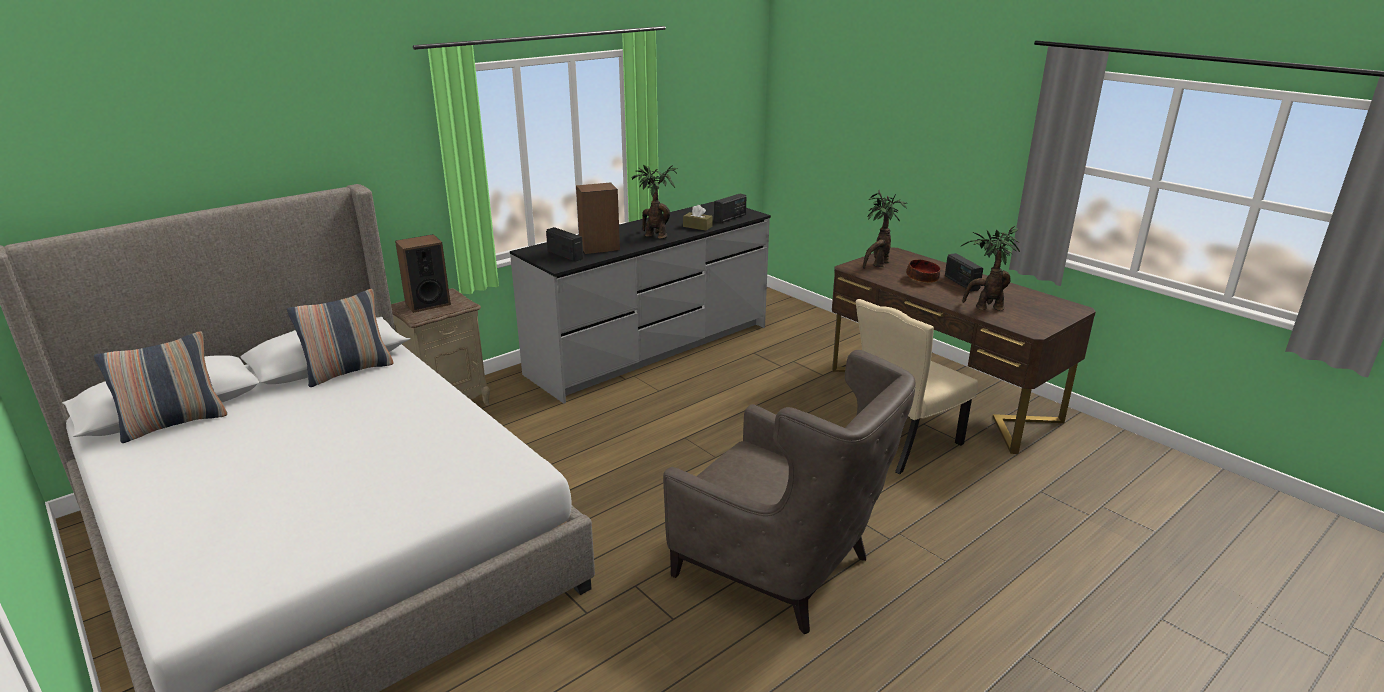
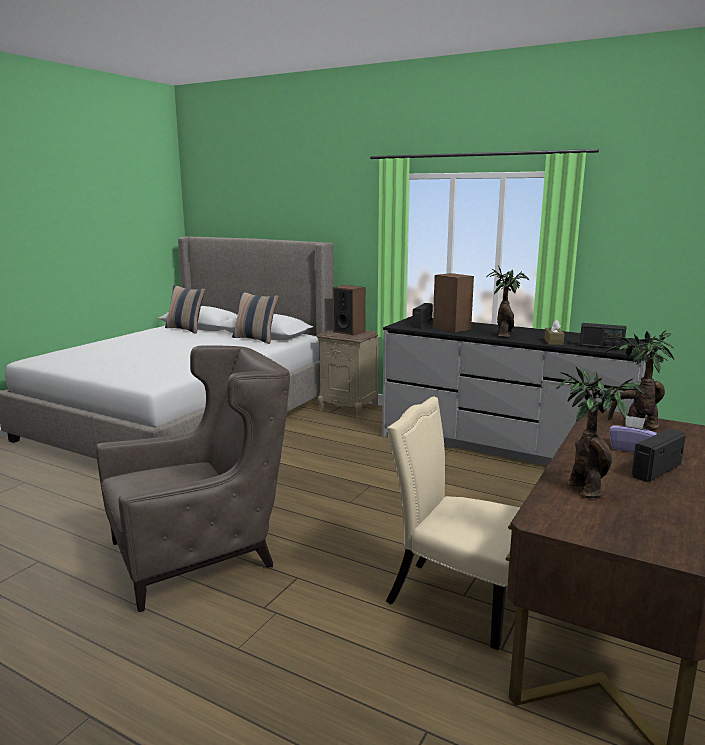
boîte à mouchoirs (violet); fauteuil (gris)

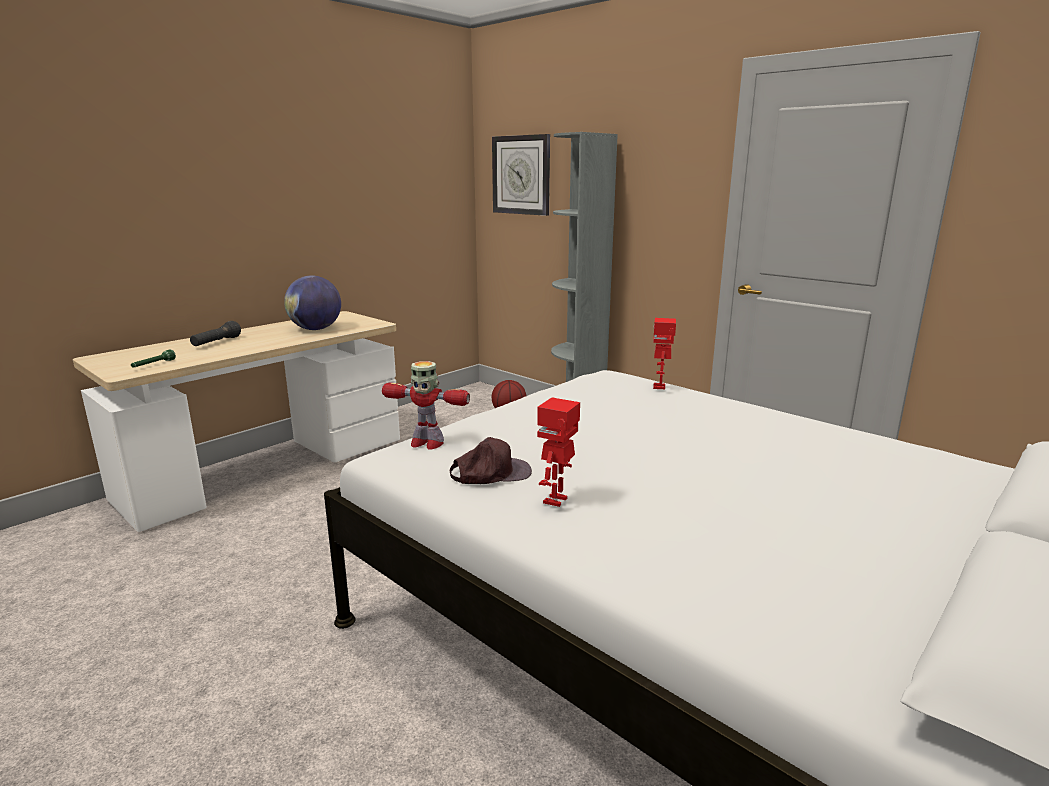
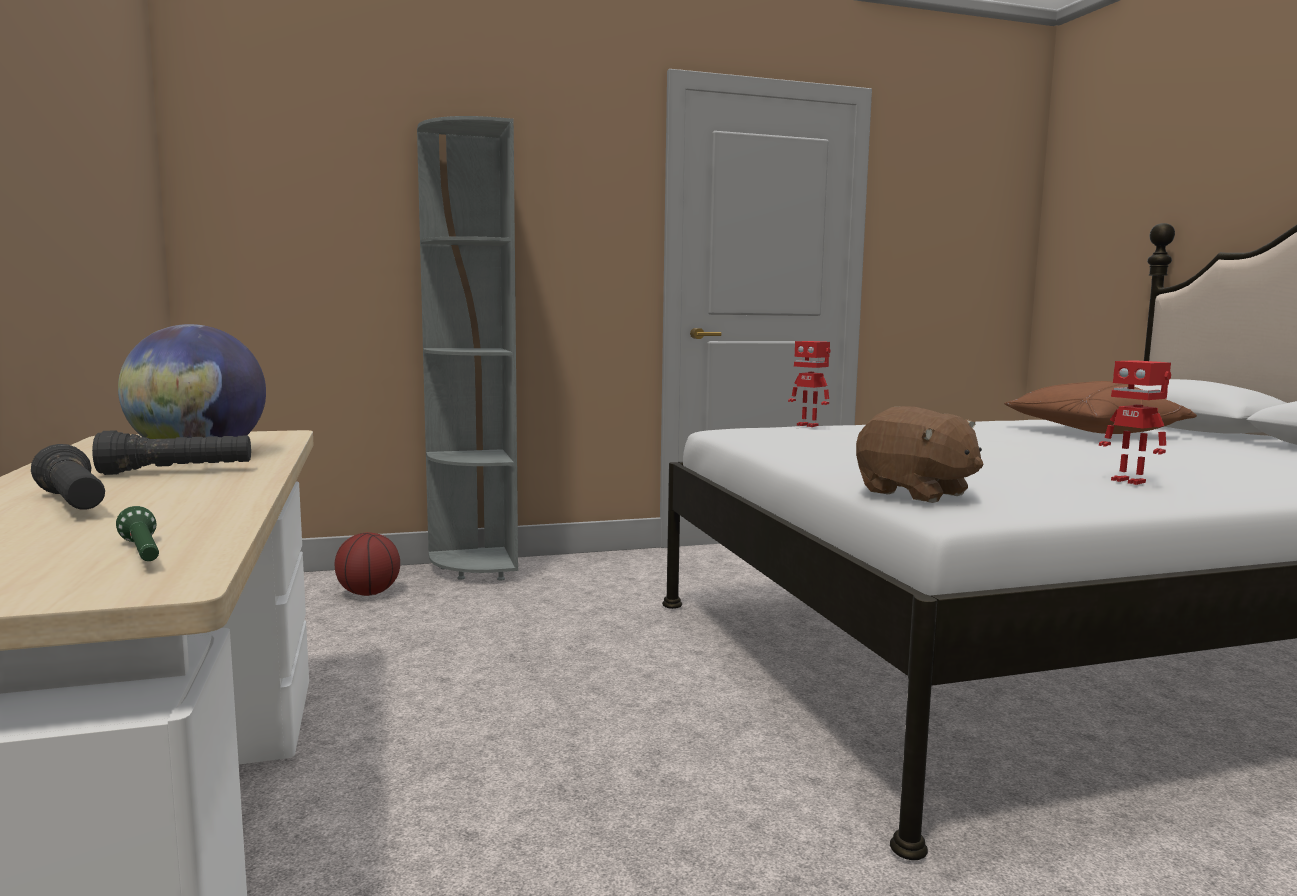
horloge murale; peluche (marron); casquette (marron); coussin (marron); lampe de poche (noir) (no. 2 from left)

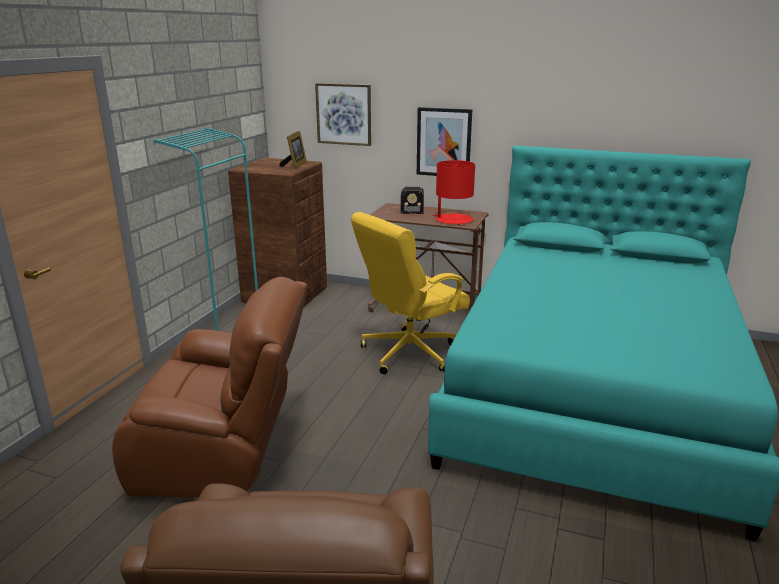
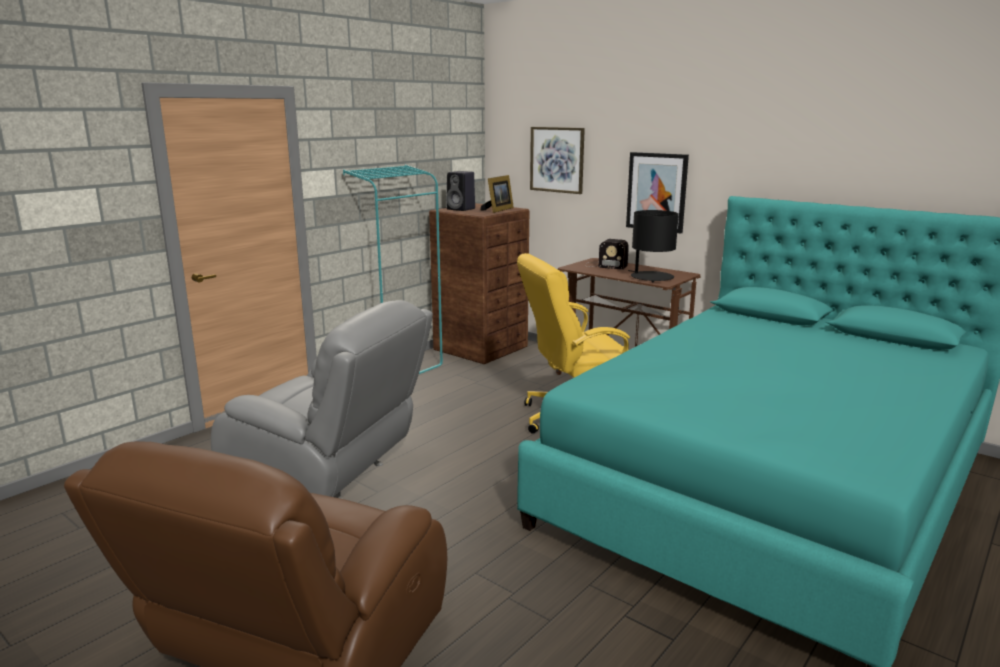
lampe de table (noir); fauteuil (gris); enceinte (noir)

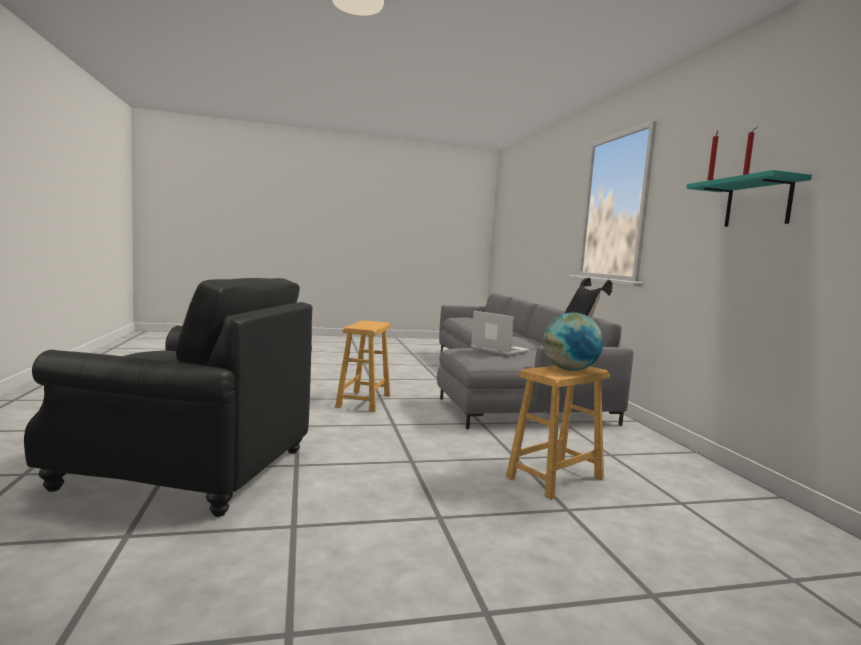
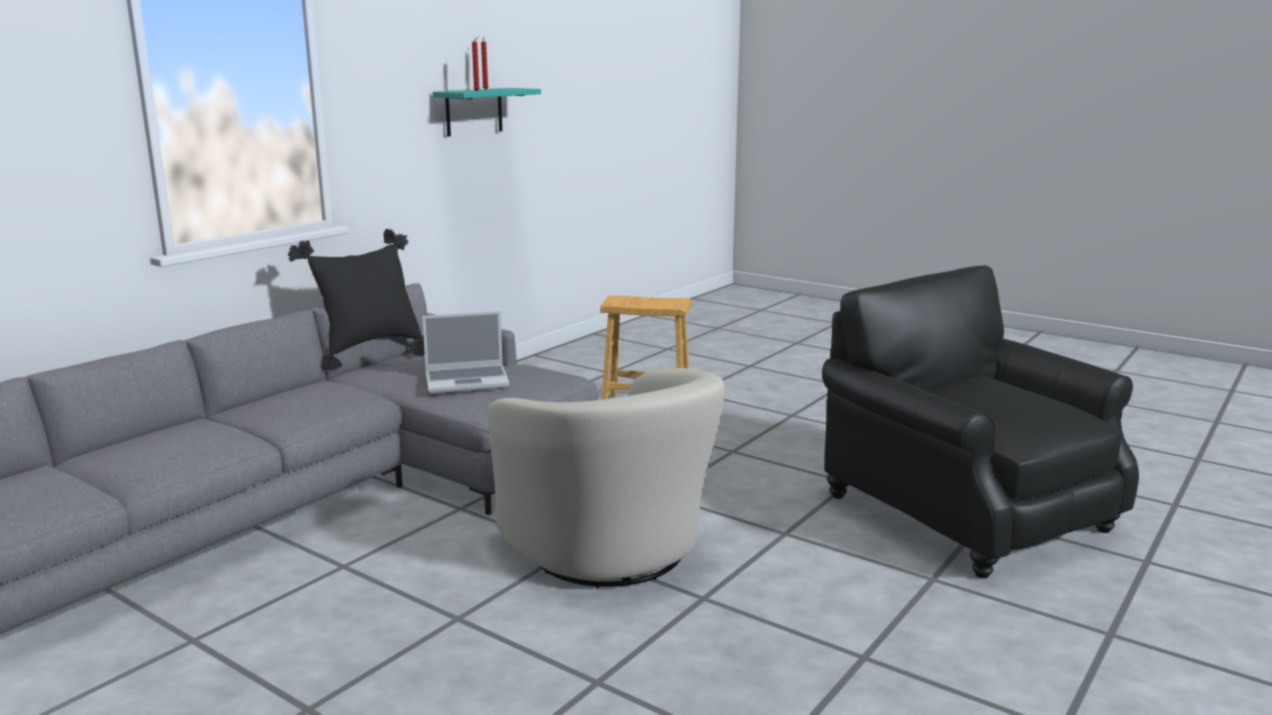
ordinateur portable; globe; fauteuil (beige)

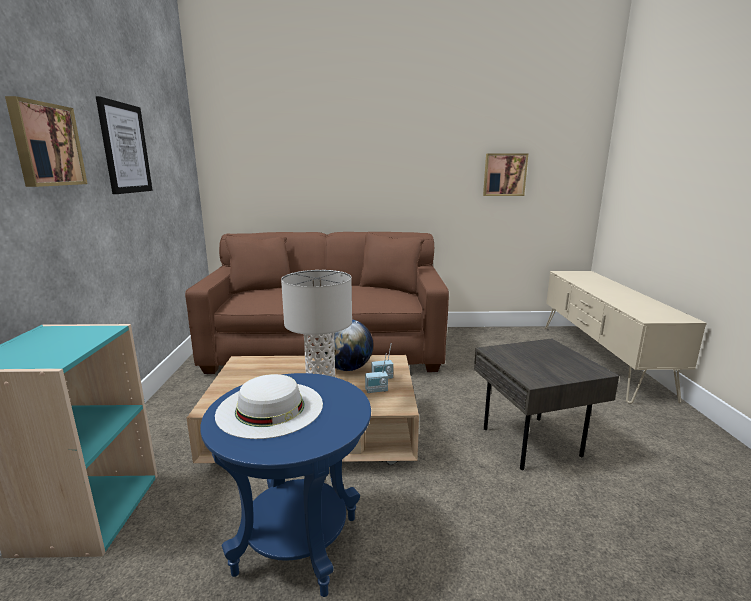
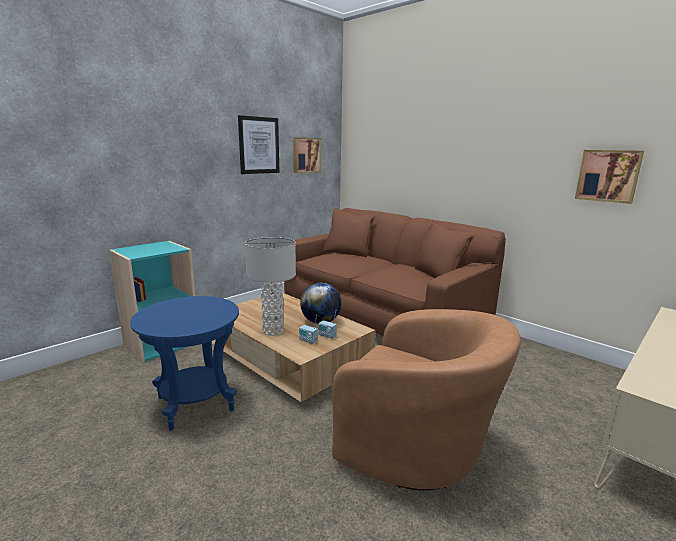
tableau (no. 2 from left); fauteuil (marron); chapeau (blanc)

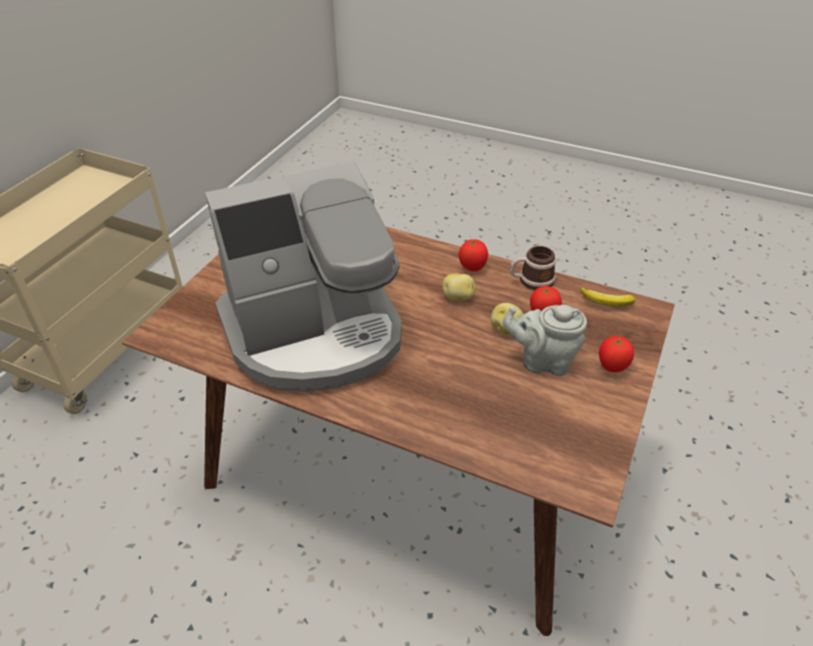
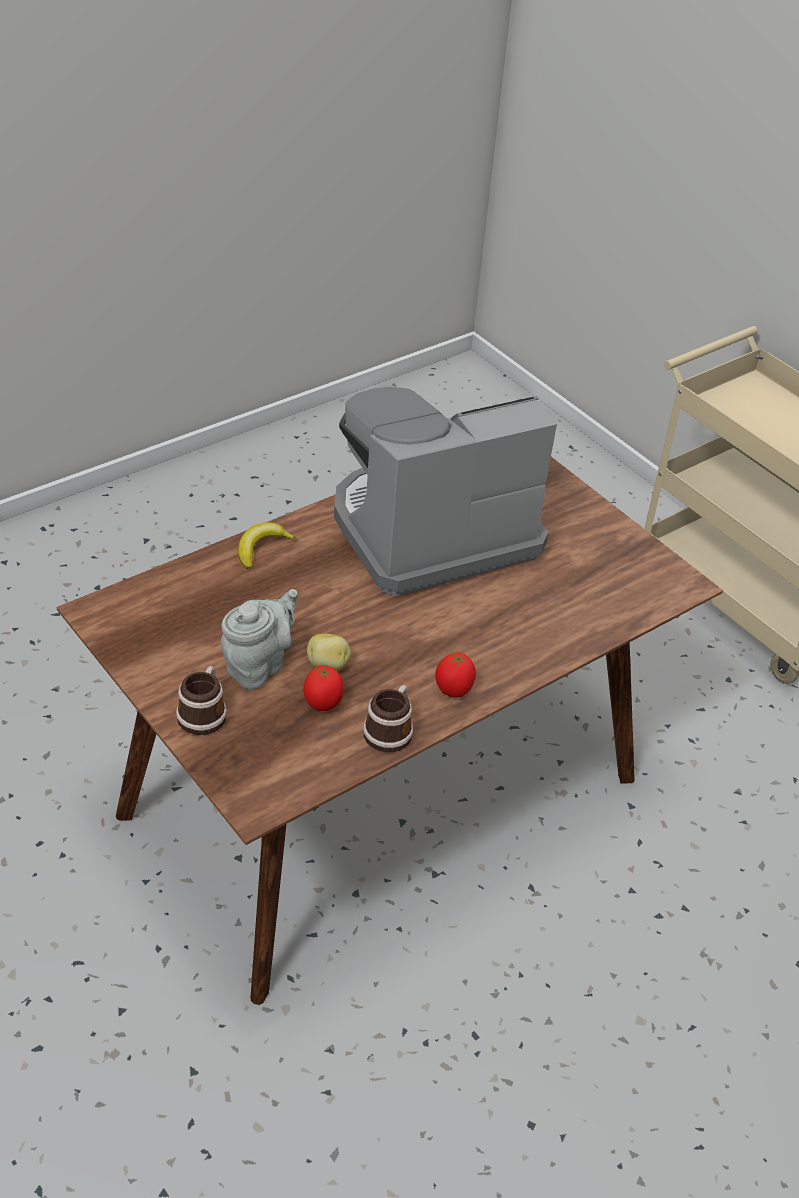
machine à café; pomme de terre (no. 1 from left in the first image); banane; mug (no. 1 from left)

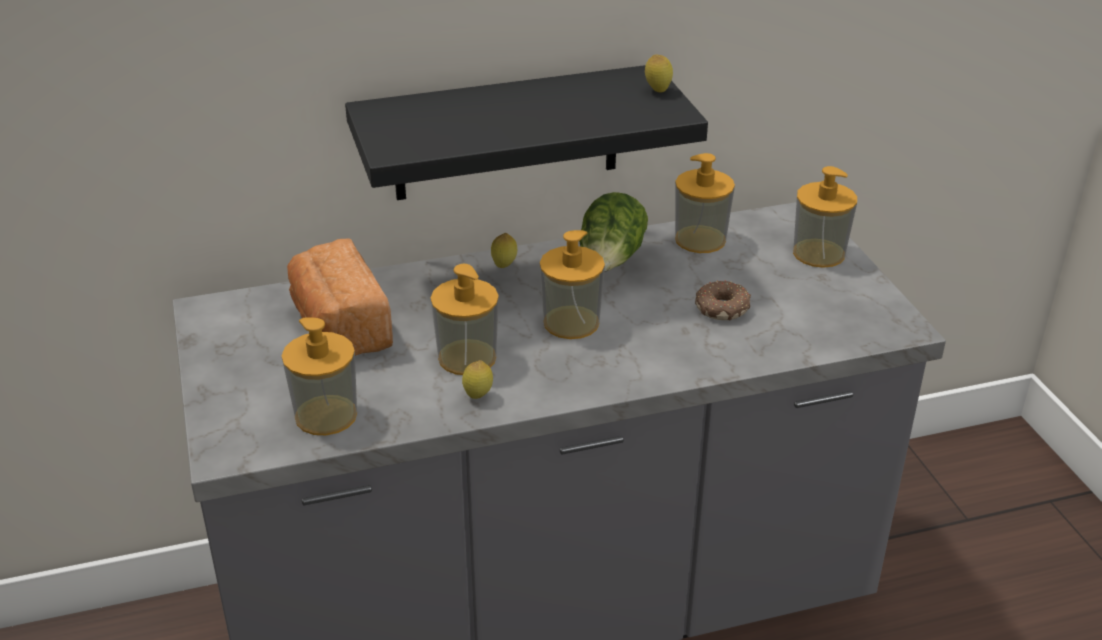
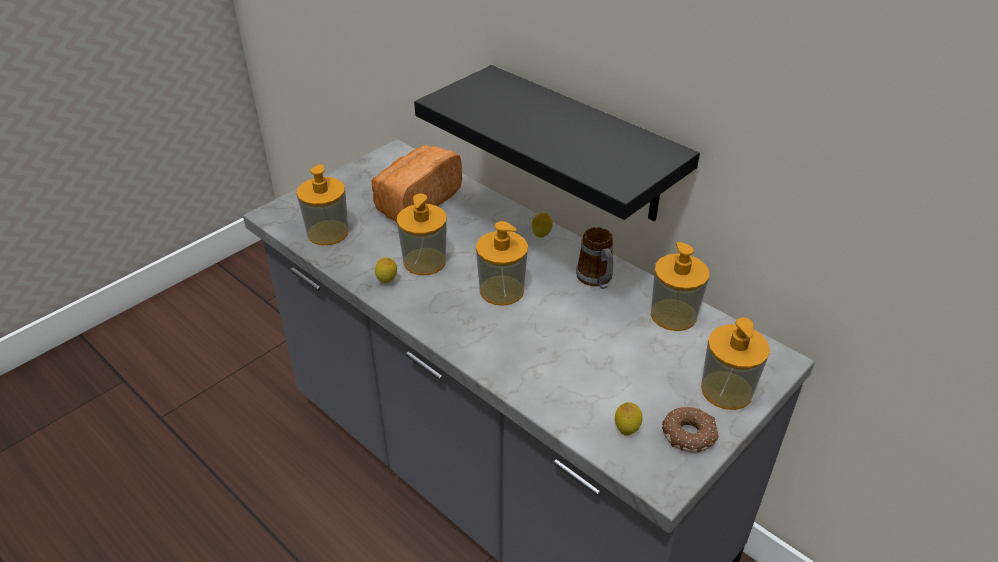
citron (no. 3 from left); mug; beignet

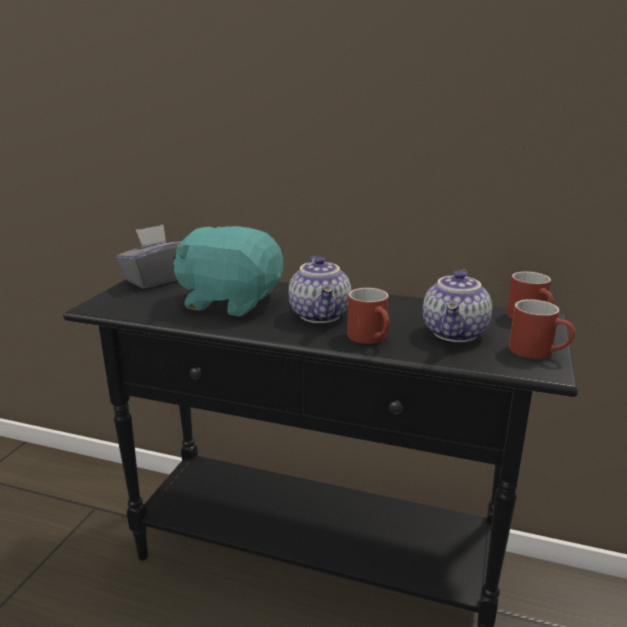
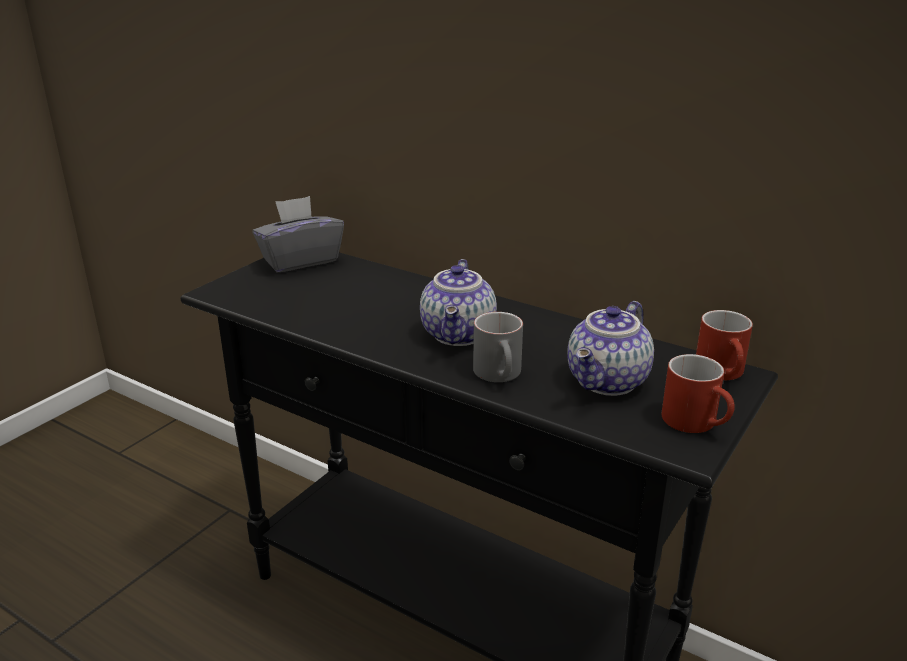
peluche (turquoise); mug (gris)

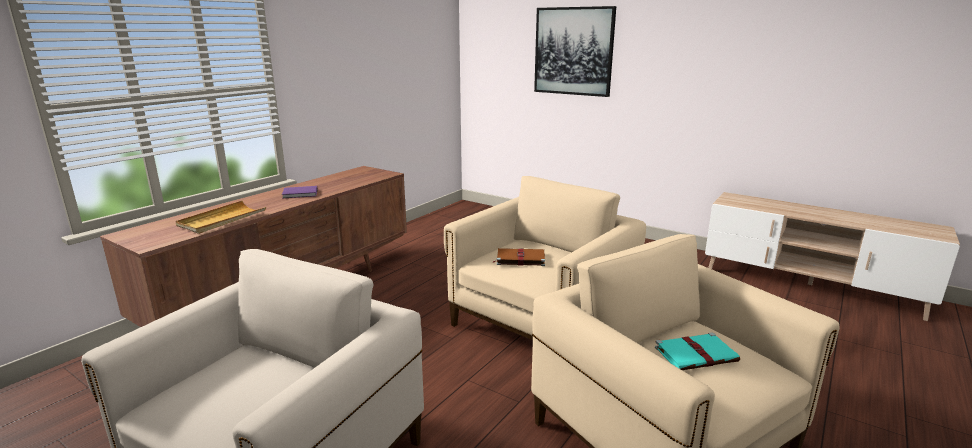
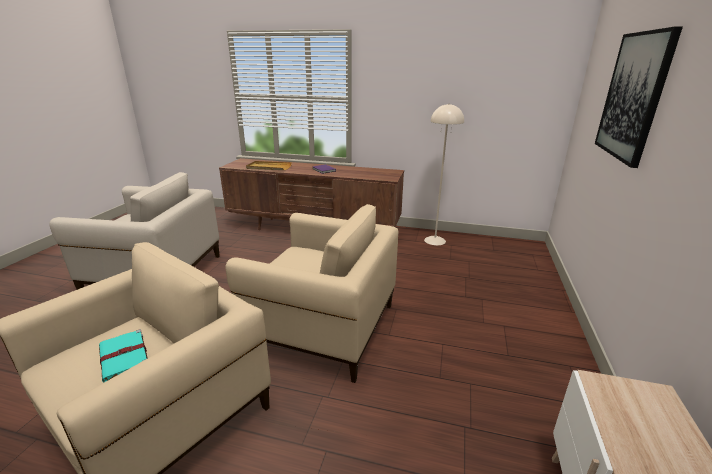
livre (marron); lampadaire (beige)

